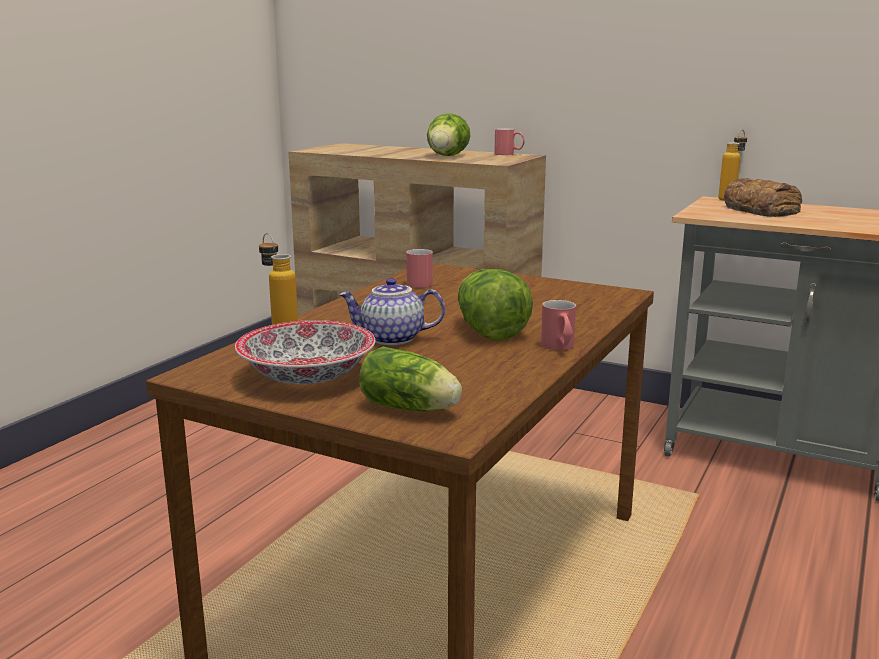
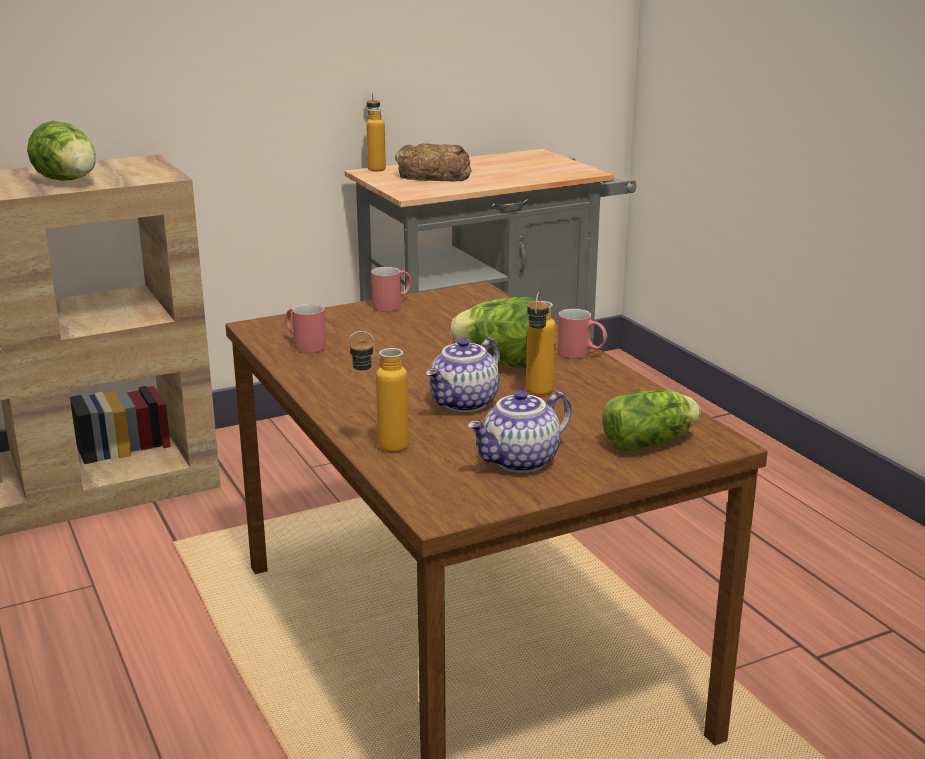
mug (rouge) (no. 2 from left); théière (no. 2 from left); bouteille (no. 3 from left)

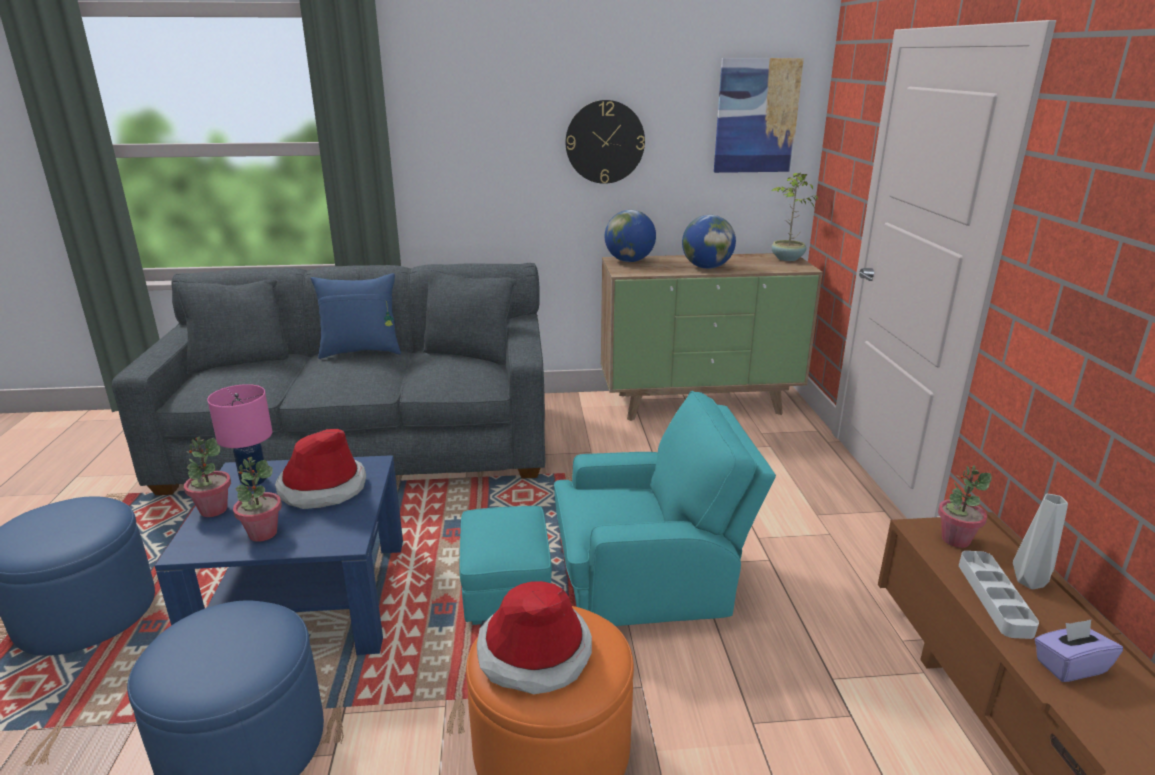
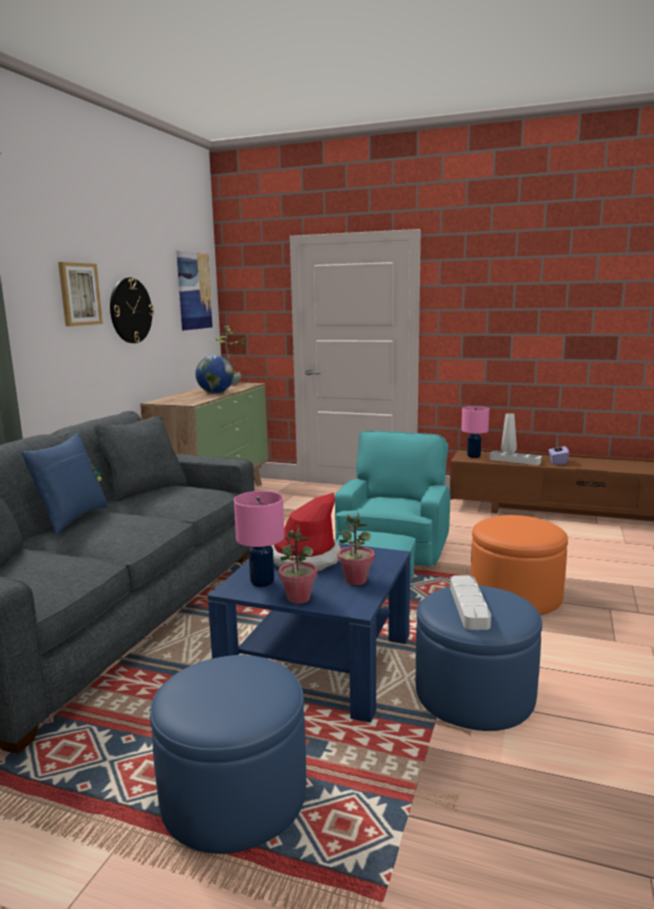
globe (no. 1 from left in the first image); lampe de table (rose) (no. 2 from left); chapeau (no. 2 from left in the first image); tableau (no. 1 from left); plateau (gris) (no. 1 from left)

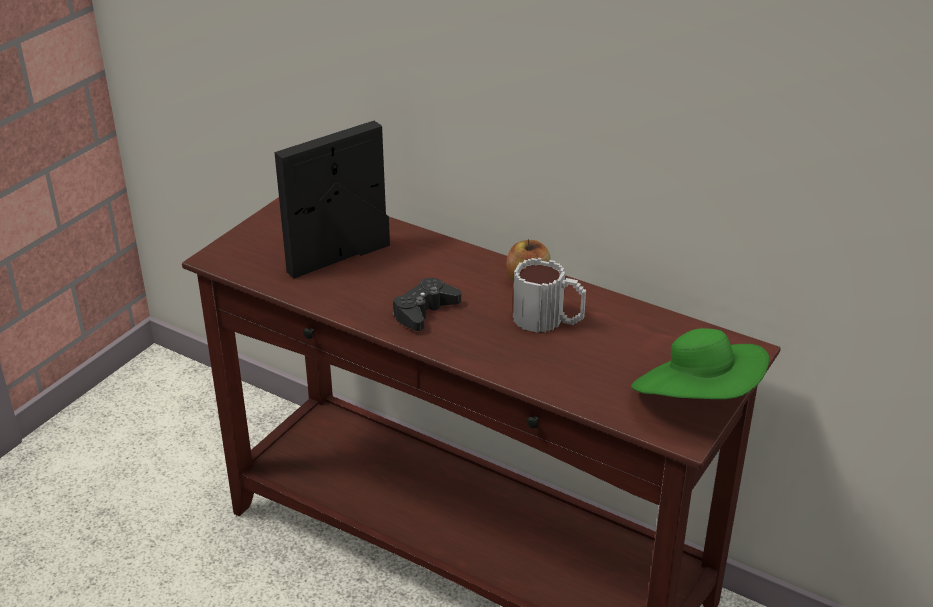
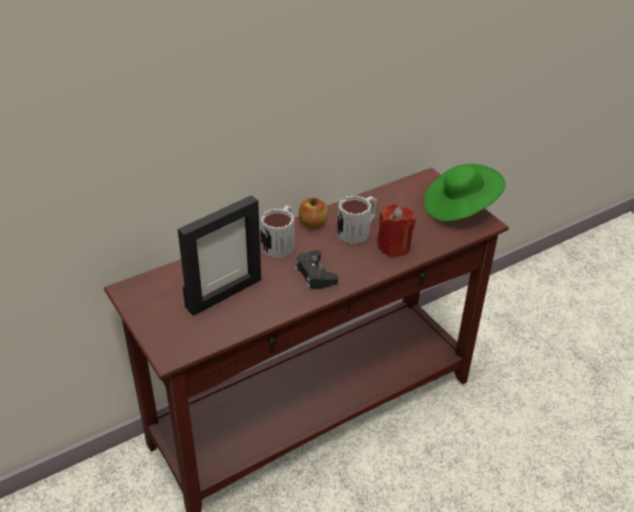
cadre photo; bougie (rouge); mug (no. 1 from left)

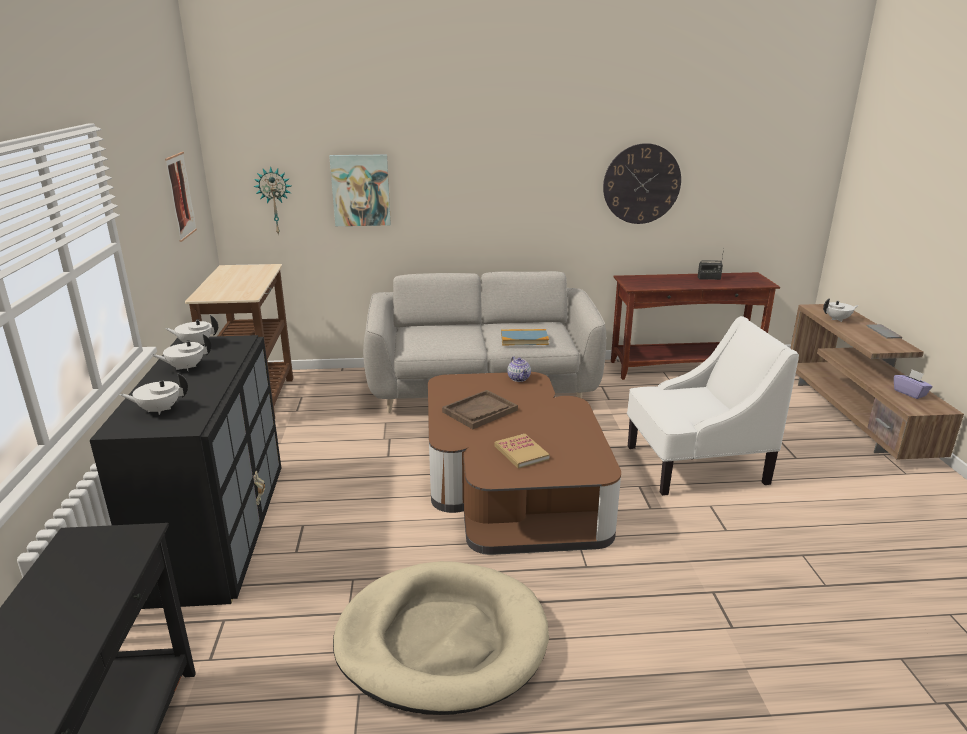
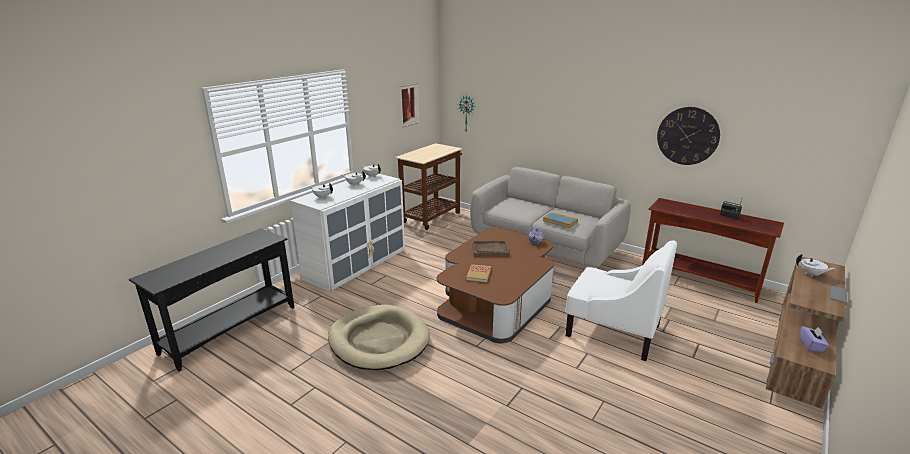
tableau (no. 2 from left in the first image); meuble de rangement (blanc)

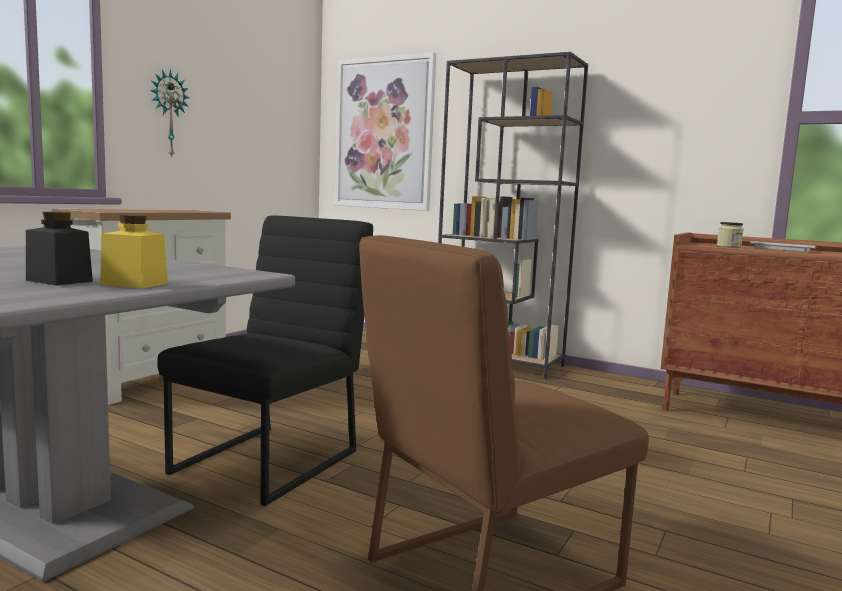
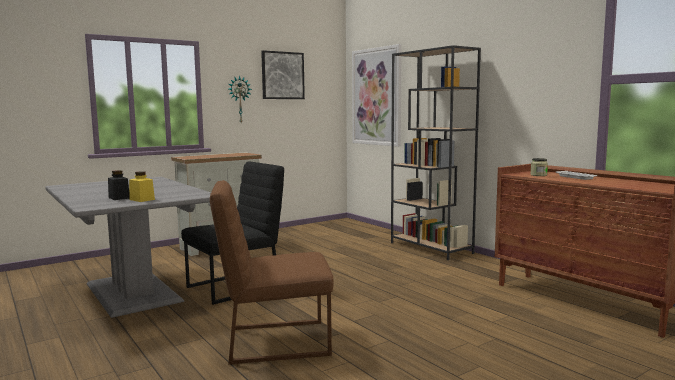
tableau (no. 1 from left)

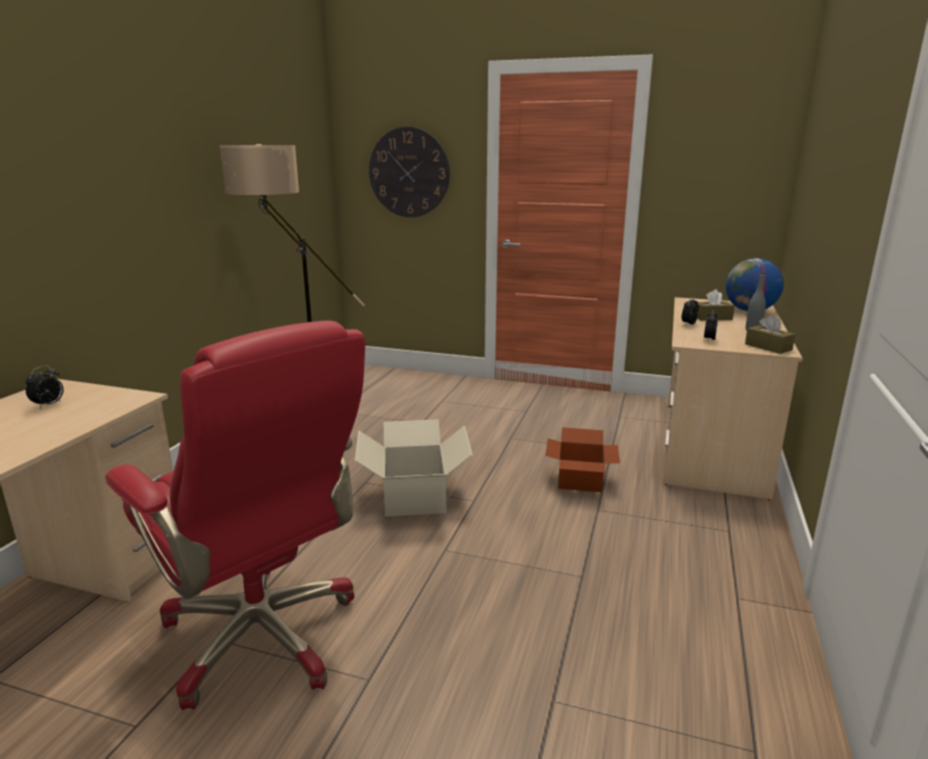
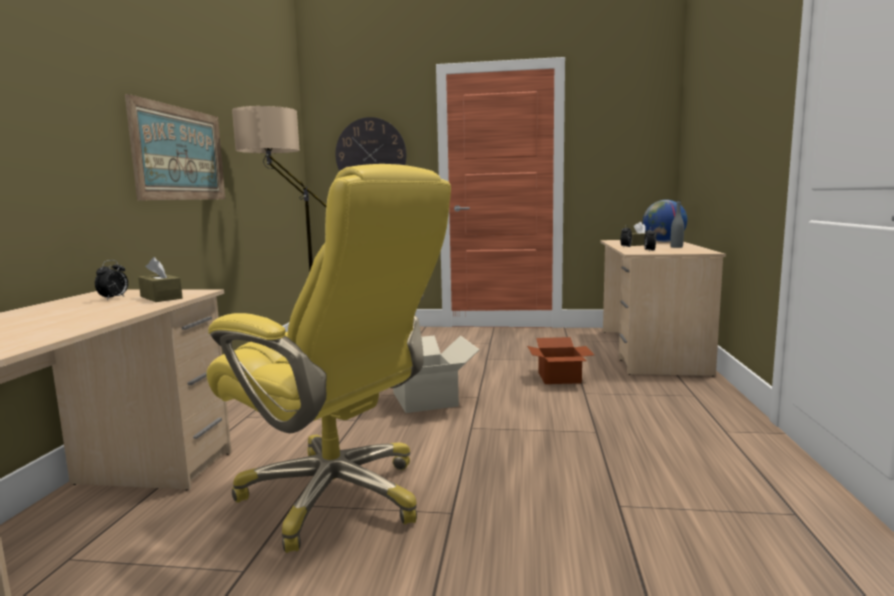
boîte à mouchoirs (marron) (no. 1 from left); chaise de bureau (jaune); tableau

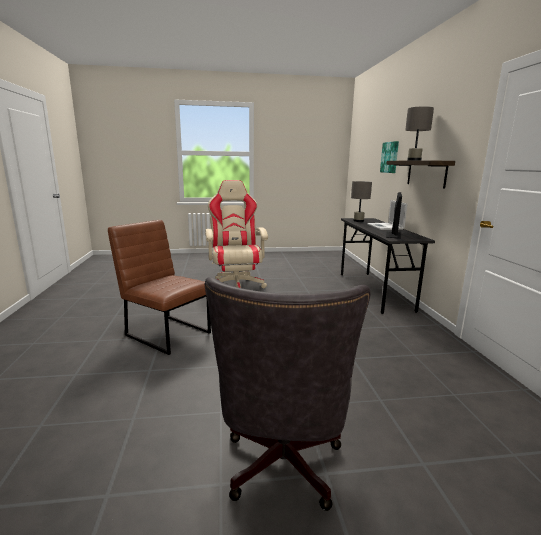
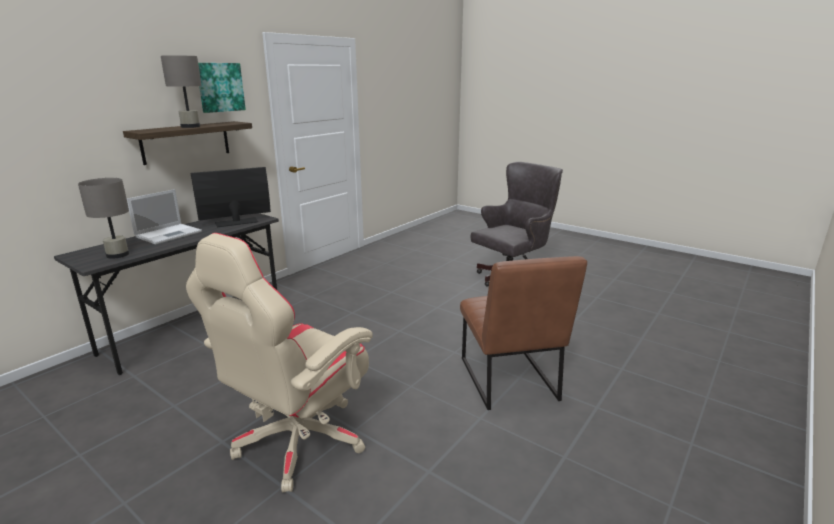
tableau

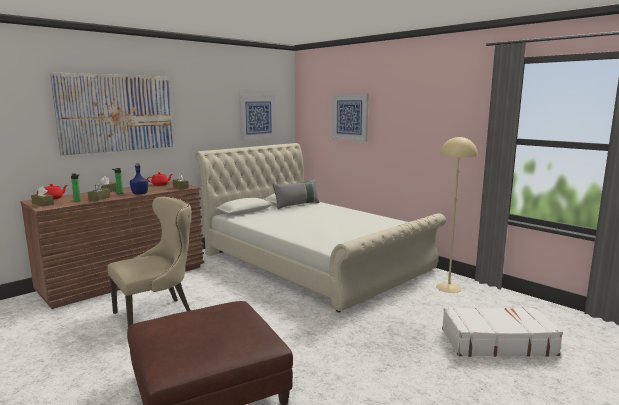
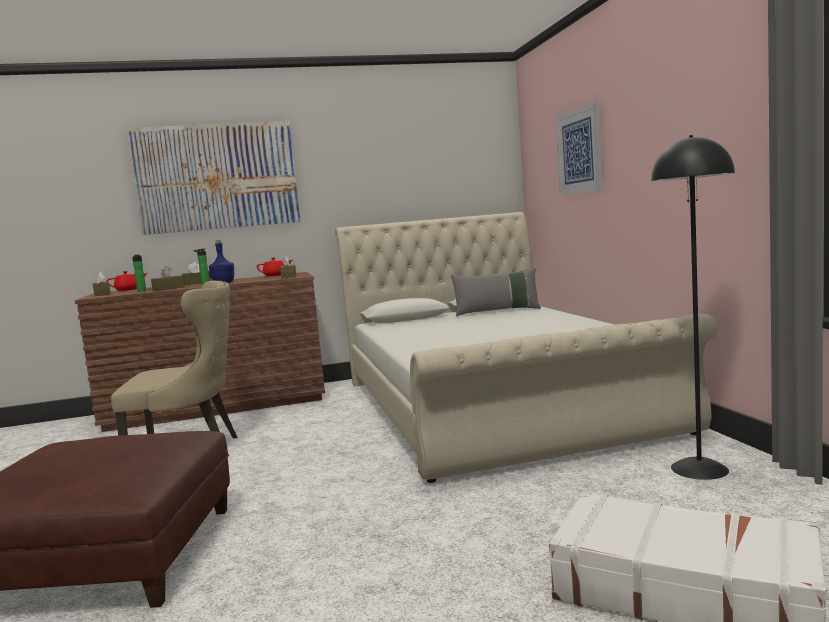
tableau (no. 2 from left in the first image); lampadaire (noir)

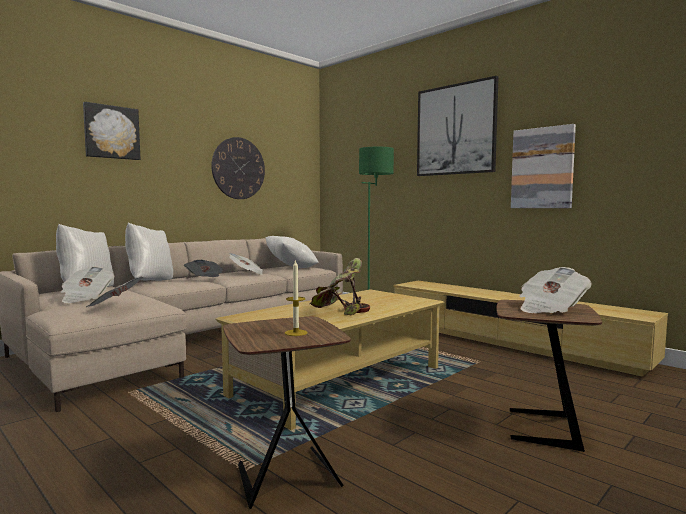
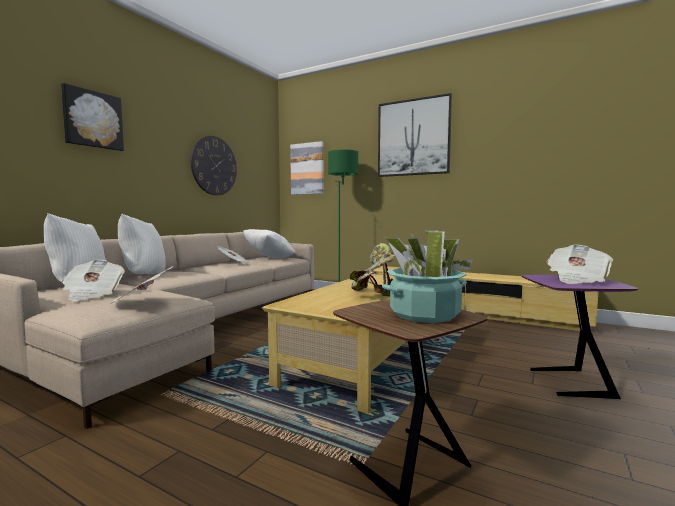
tableau (no. 2 from left); plante en pot (no. 2 from left); journal (no. 3 from left in the first image); table d'appoint (violet)

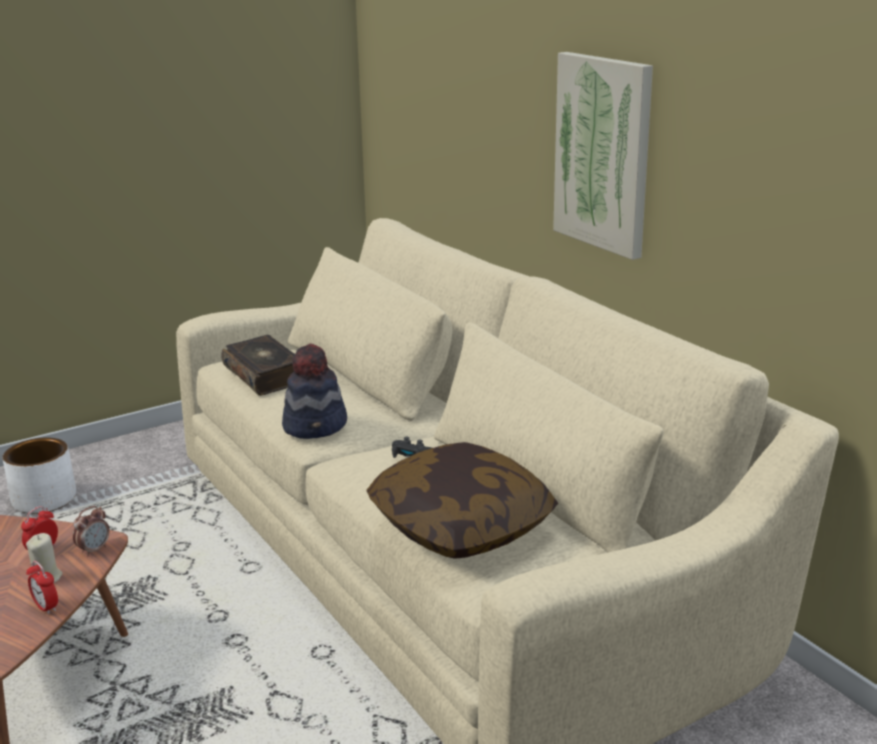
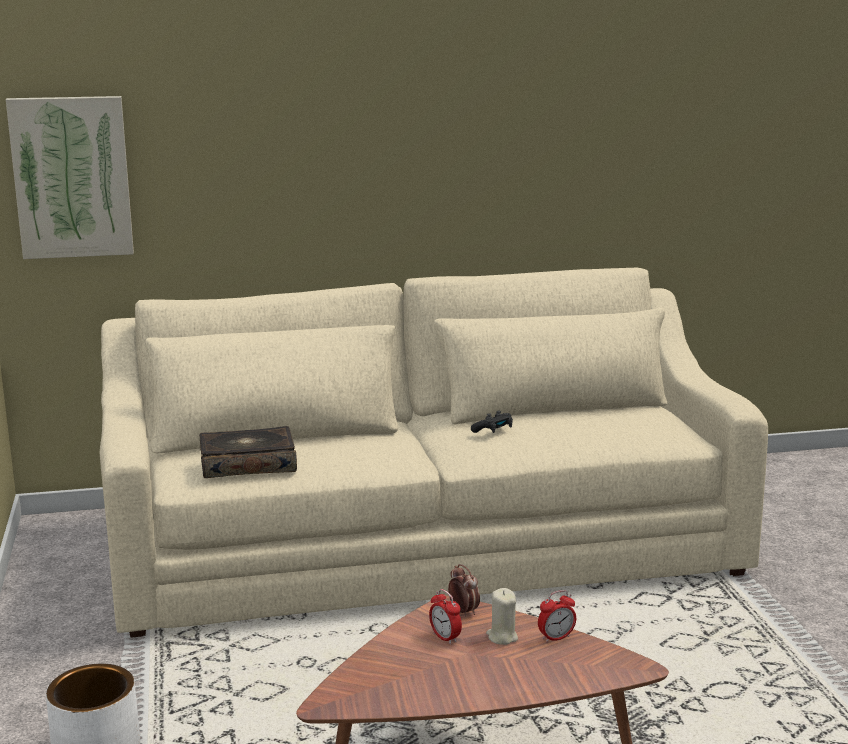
tableau; chapeau; coussin

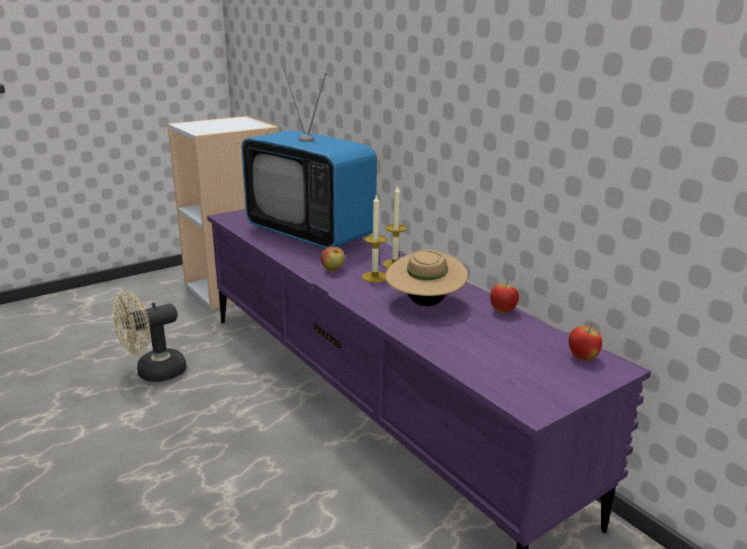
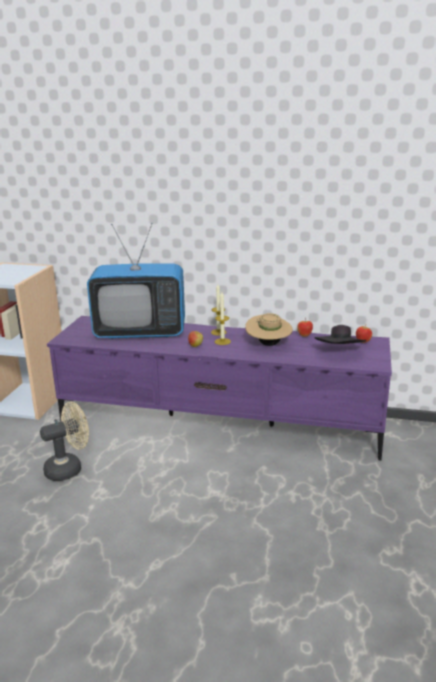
ventilateur (beige); chapeau (noir)

